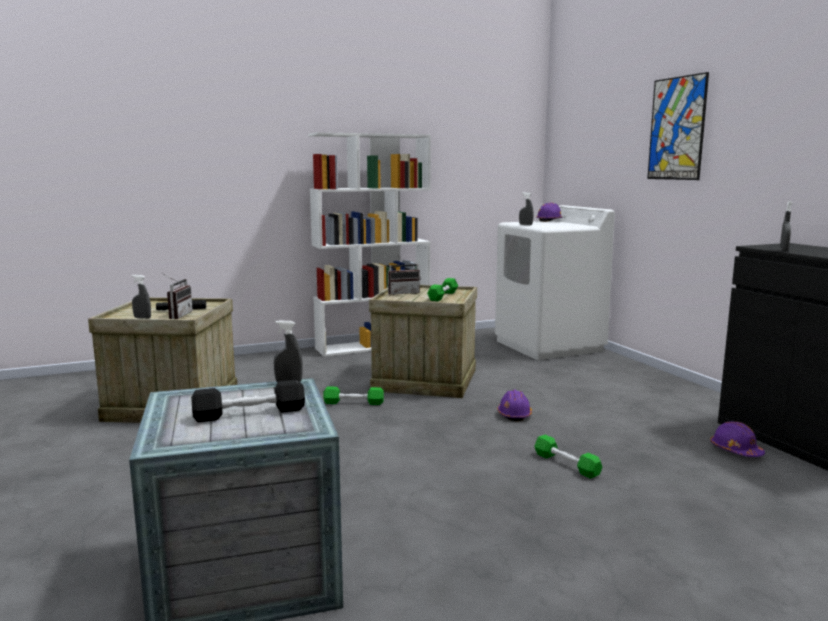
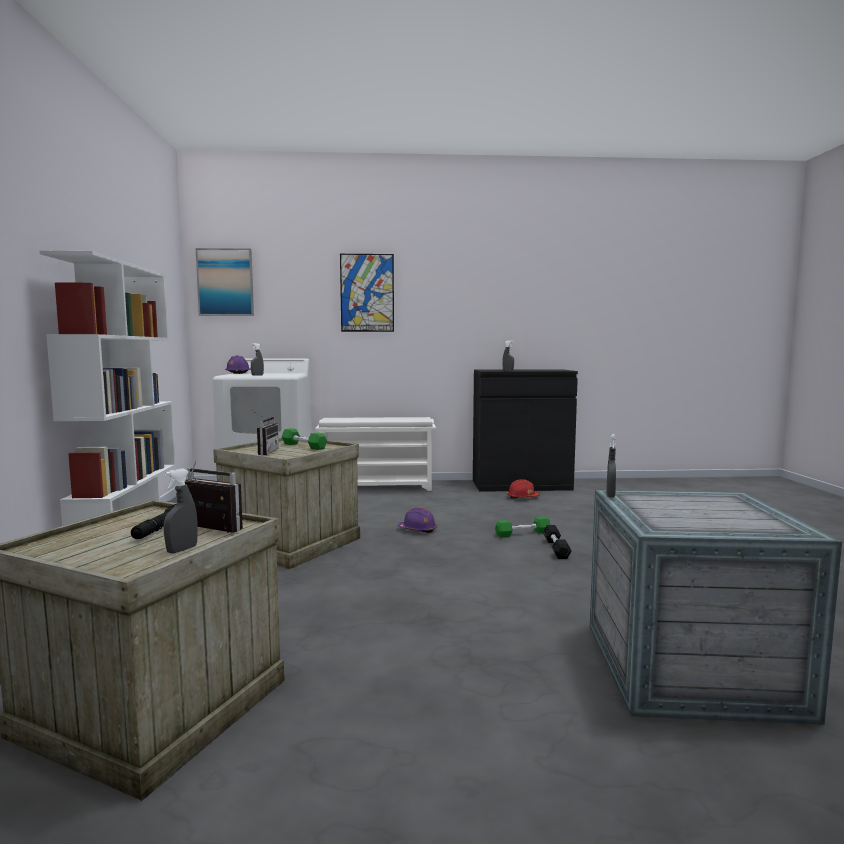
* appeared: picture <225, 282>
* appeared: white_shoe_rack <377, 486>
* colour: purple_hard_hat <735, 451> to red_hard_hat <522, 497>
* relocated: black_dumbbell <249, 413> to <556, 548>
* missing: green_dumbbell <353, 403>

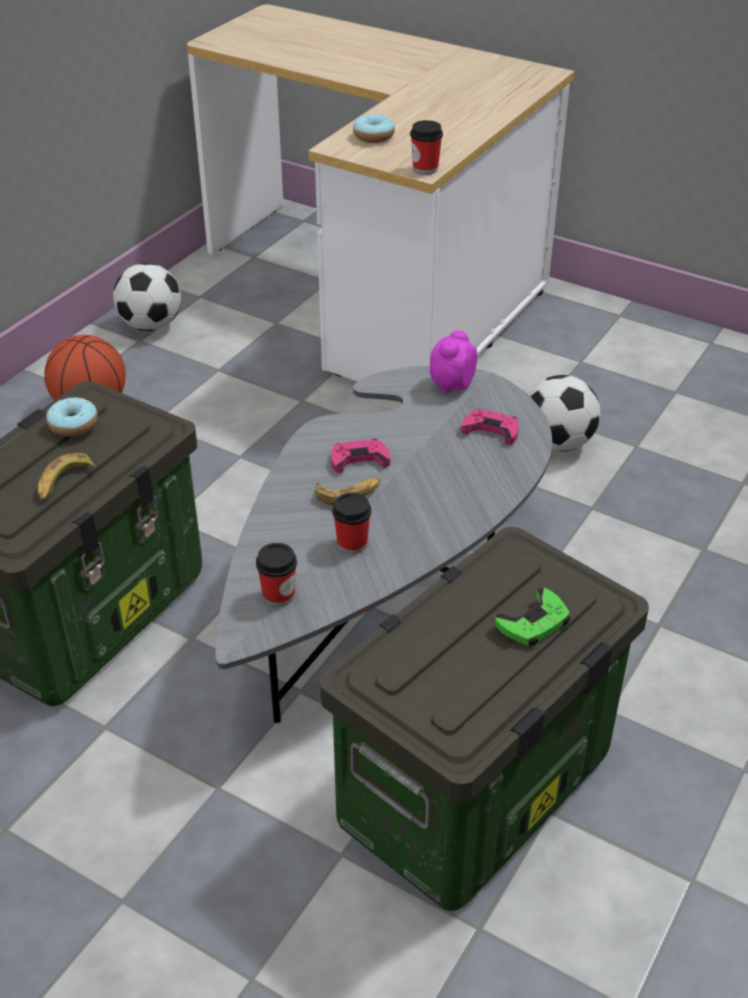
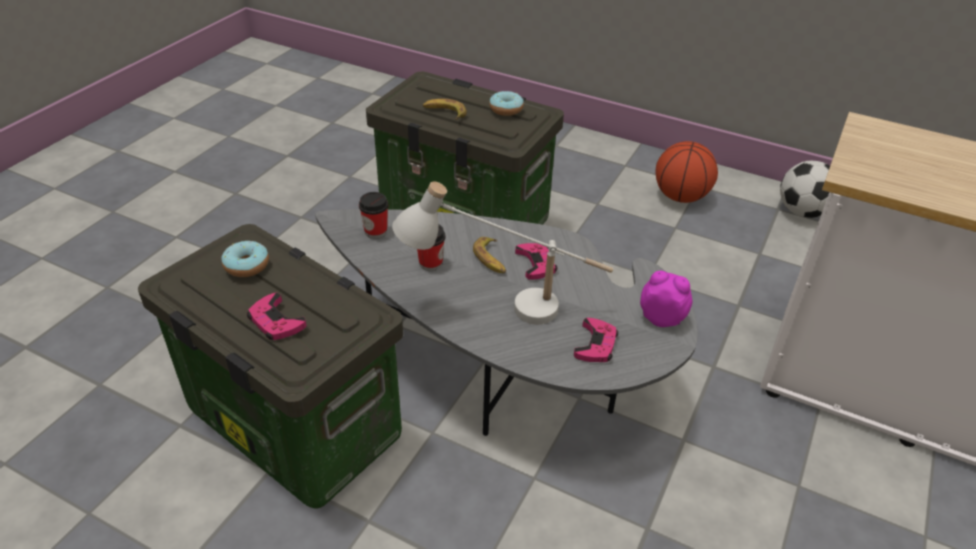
* relocated: donut <373, 136> to <246, 266>
* colour: green_game_controller <534, 623> to pink_game_controller <276, 322>
* appeared: white_table_lamp <502, 309>
* missing: cup <425, 169>
* missing: football <557, 443>

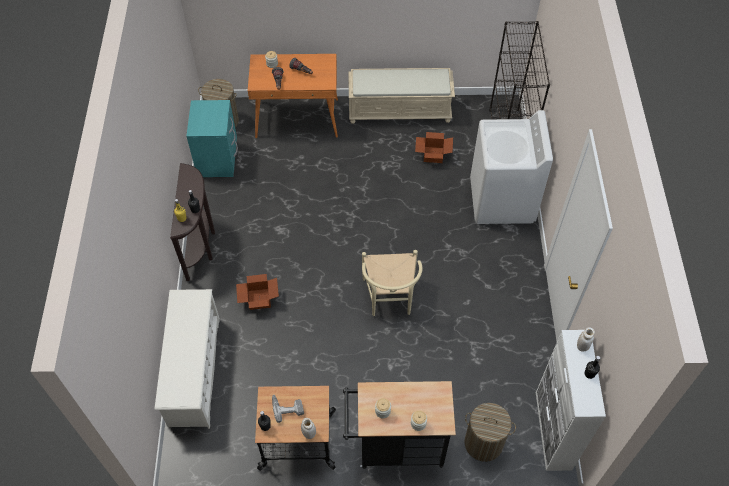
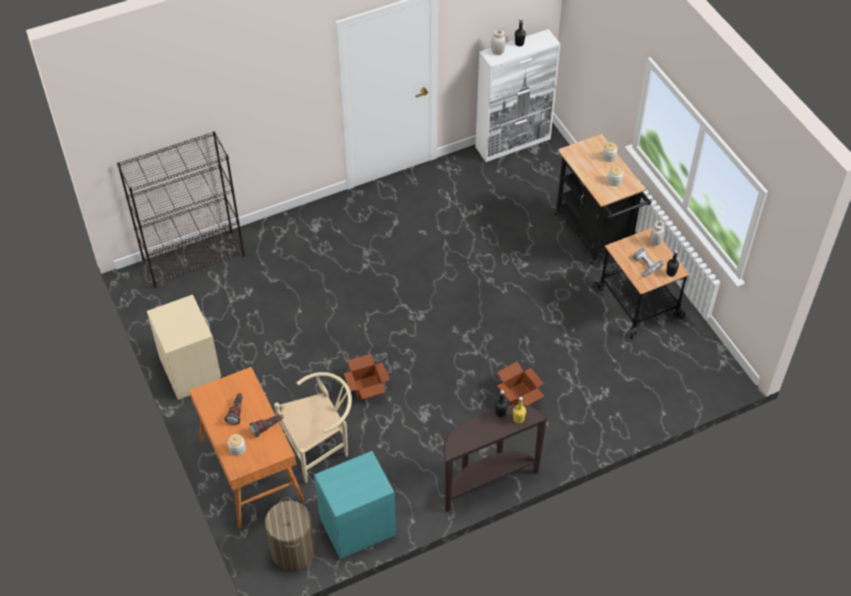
* exchanged: beige_bench <400, 110> to beige_nightstand <191, 370>
* relocated: beige_chair <390, 300> to <320, 447>
* relocated: cardboard_box <432, 154> to <366, 388>
* missing: white_shoe_rack <194, 371>
* missing: laundry_basket <483, 443>
* missing: white_washing_machine <502, 200>

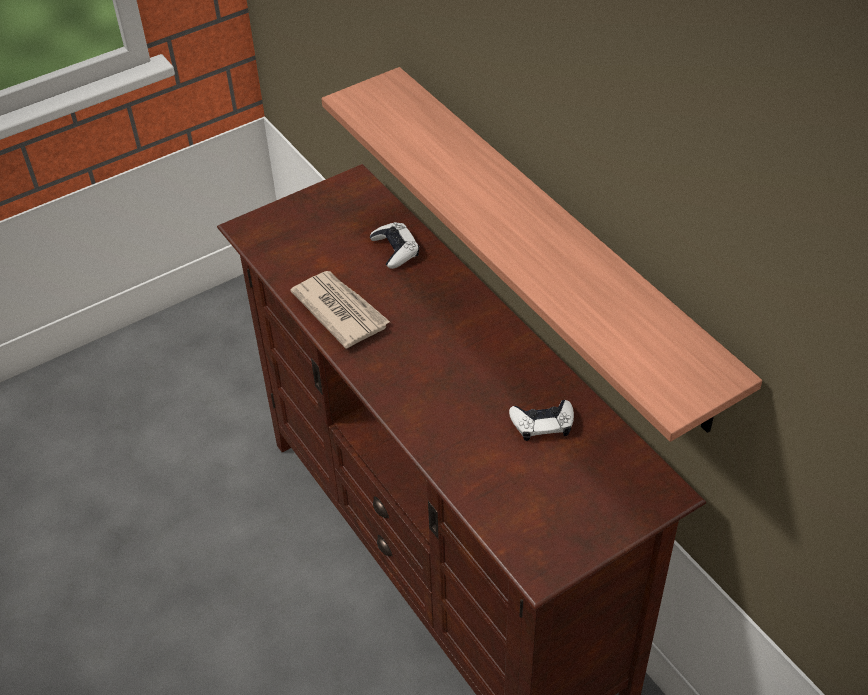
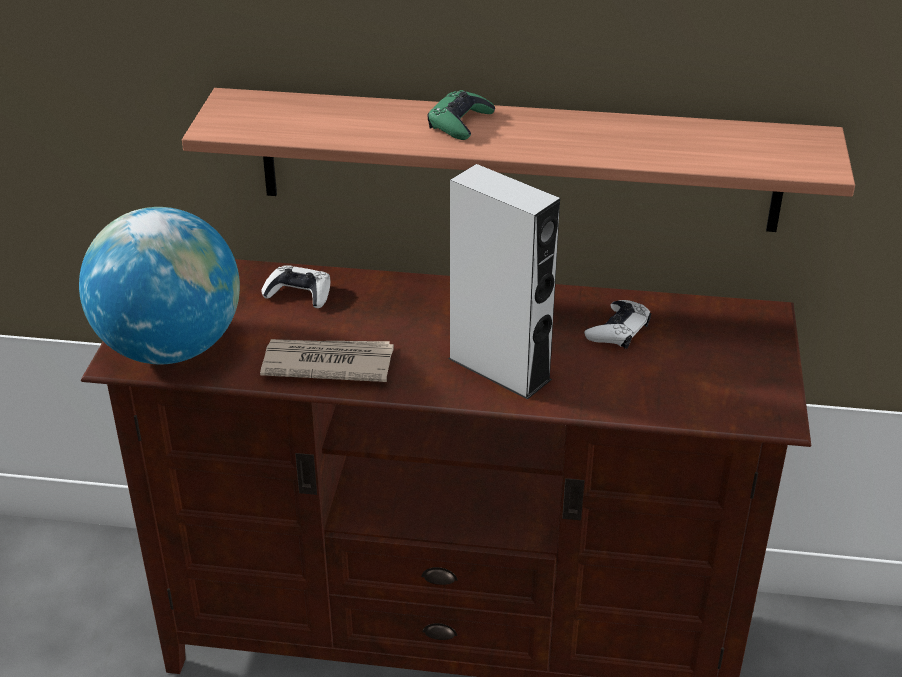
* appeared: globe <170, 348>
* appeared: green_game_controller <460, 122>
* appeared: grey_speaker <499, 369>

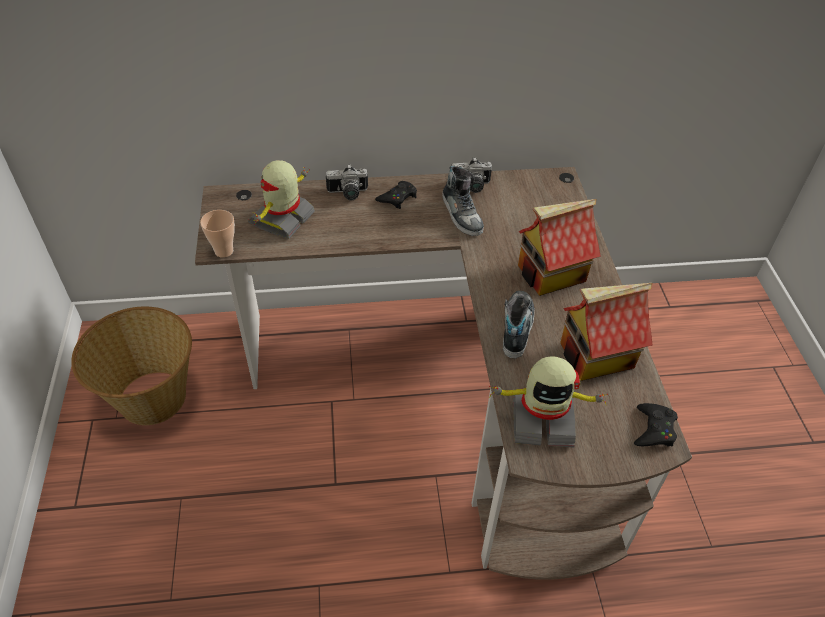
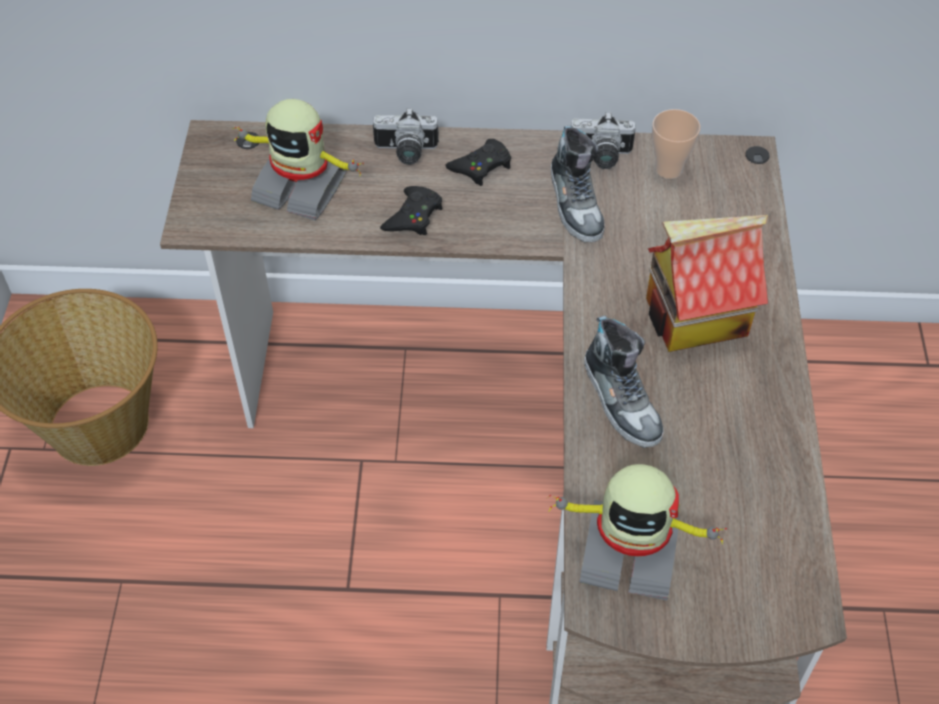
* spun: toy_robot <283, 219> = <301, 186> 105 degrees counterclockwise
* relocated: black_game_controller <654, 429> to <413, 216>
* spun: shoe <516, 327> = <622, 400> 135 degrees clockwise
* relocated: cup <224, 251> to <668, 169>
* missing: toy_house <596, 356>

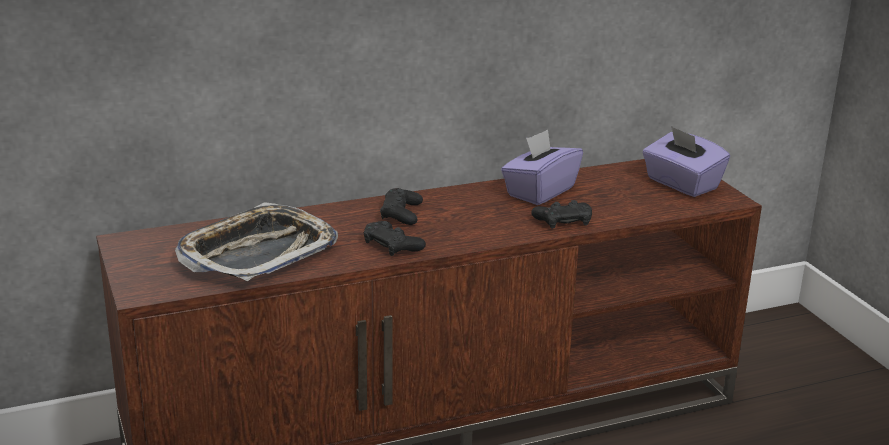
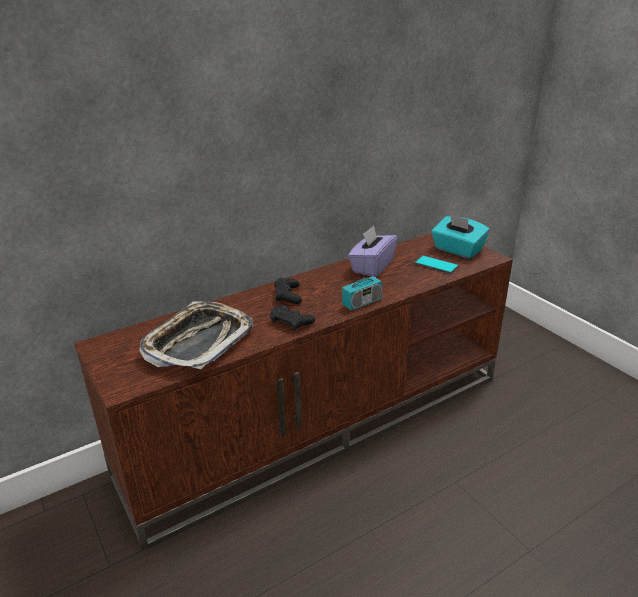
* appeared: radio <362, 302>
* appeared: phone <436, 265>
* colour: purple_tissue_box <681, 184> to turquoise_tissue_box <457, 250>
* missing: black_game_controller <563, 221>

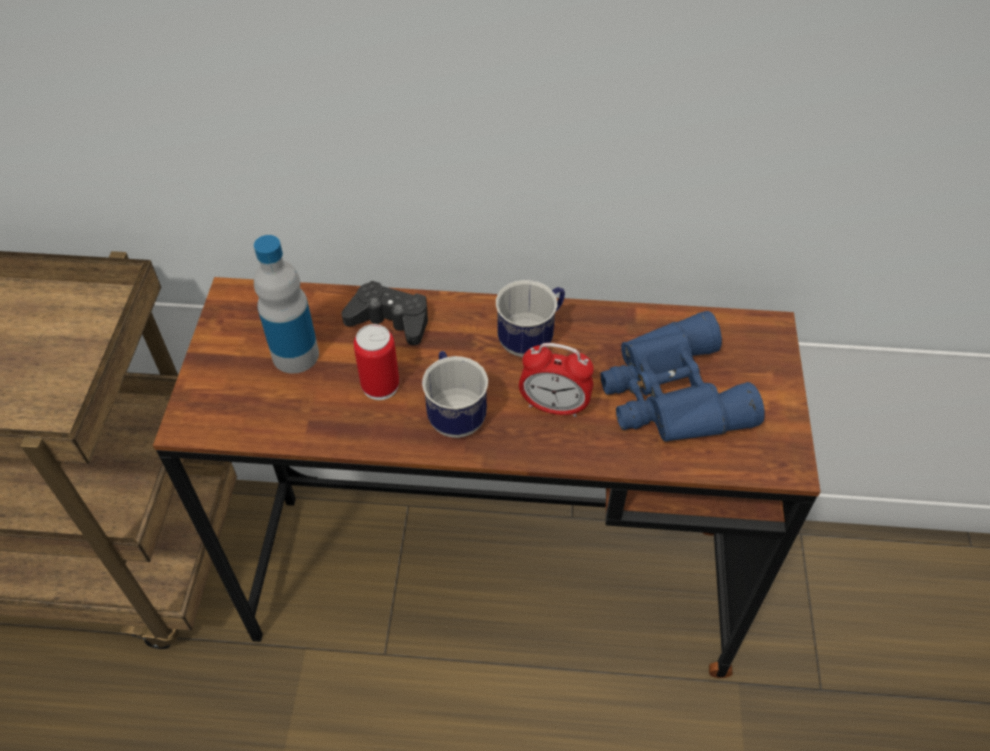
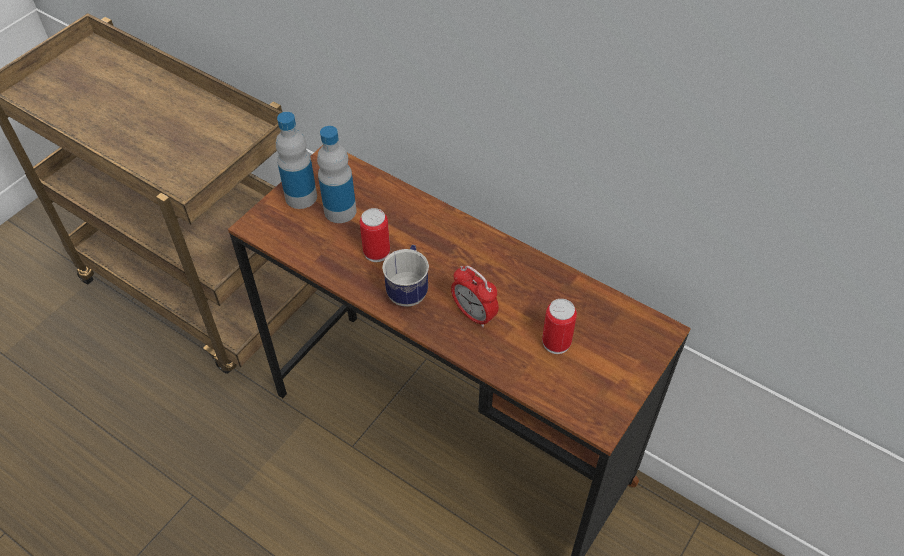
* appeared: bottle <301, 197>
* exchanged: blue_binoculars <670, 395> to can <556, 342>
* missing: black_game_controller <390, 320>
* missing: mug <531, 339>

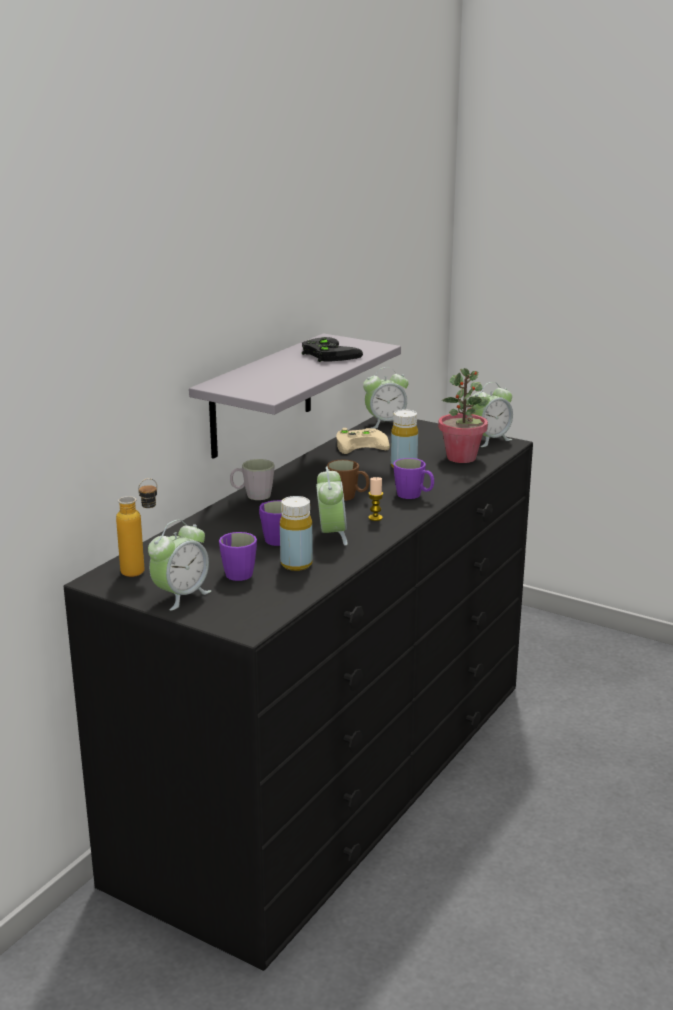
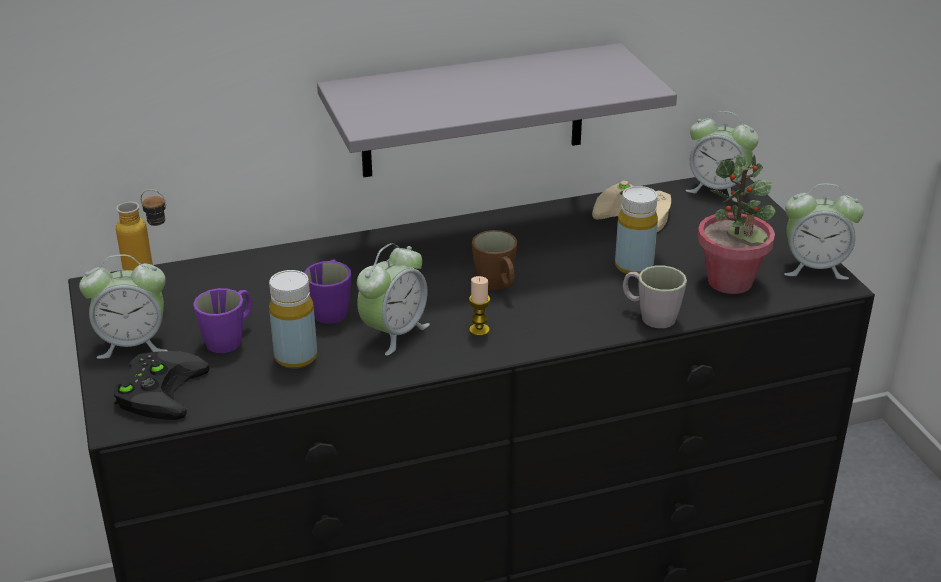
* relocated: black_game_controller <327, 354> to <158, 388>
* relocated: grey_mug <252, 496> to <650, 316>
* missing: purple_mug <414, 496>

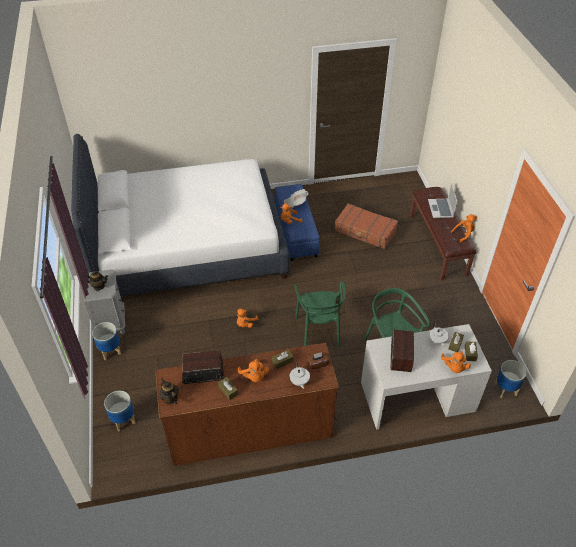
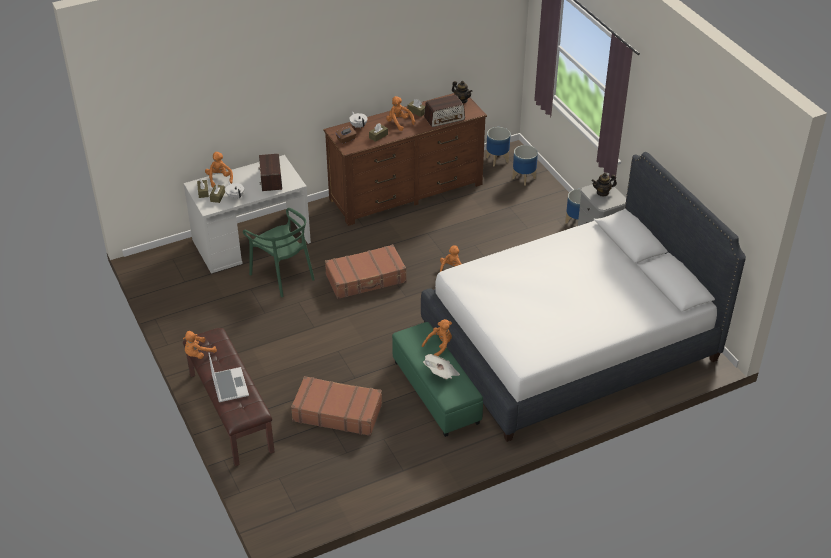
* exchanged: green_chair <319, 331> to brown_suitcase <366, 279>
* colour: blue_ottoman <295, 232> to green_ottoman <436, 392>
* relocated: planter <505, 389> to <497, 159>

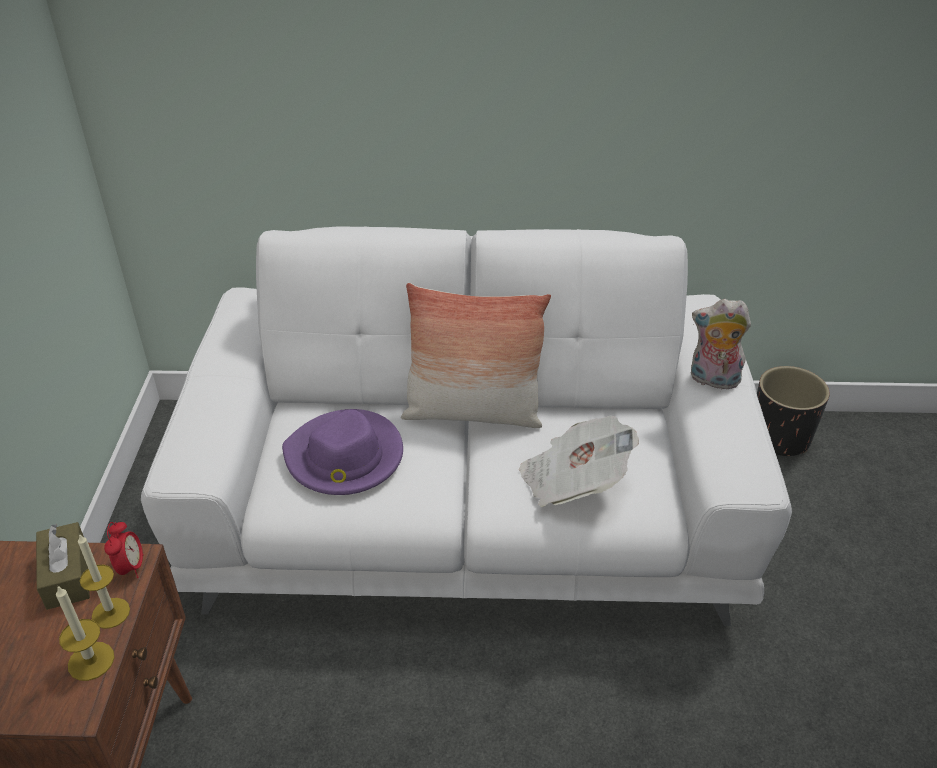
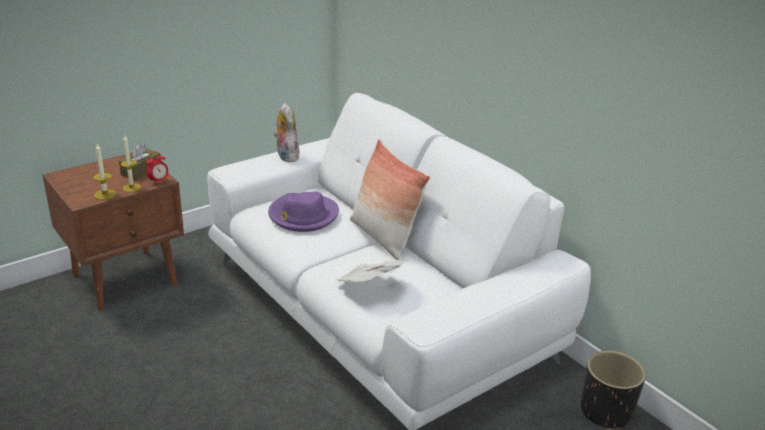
* relocated: plush_toy <712, 380> to <285, 156>

